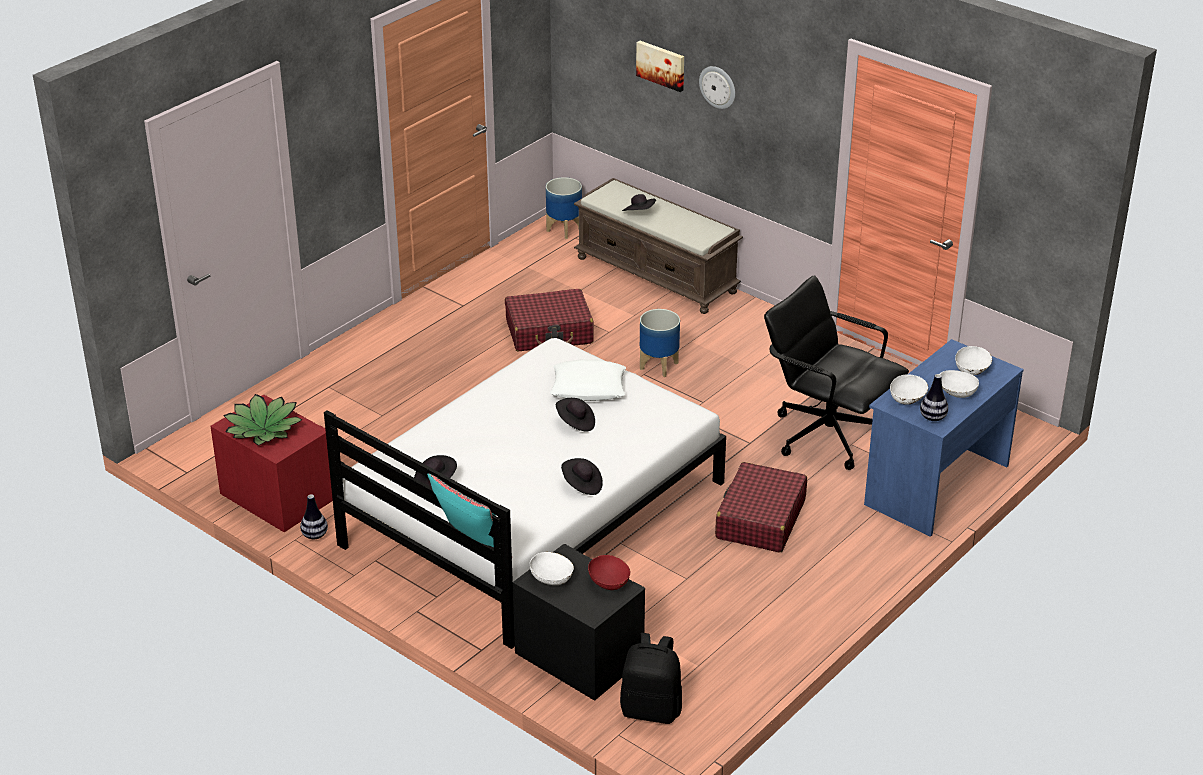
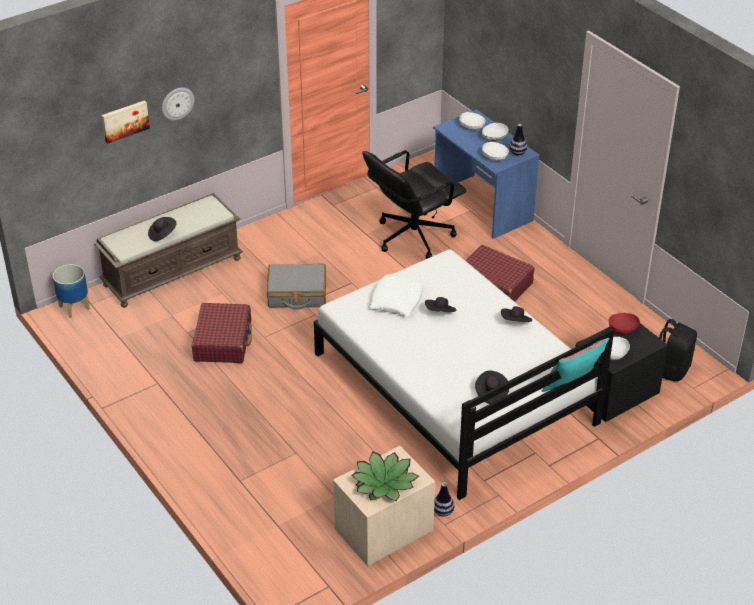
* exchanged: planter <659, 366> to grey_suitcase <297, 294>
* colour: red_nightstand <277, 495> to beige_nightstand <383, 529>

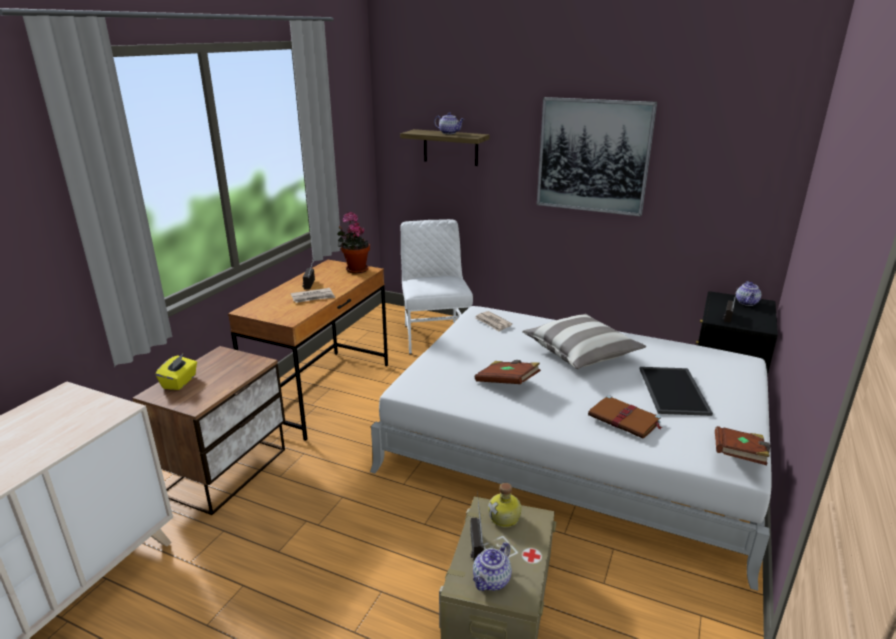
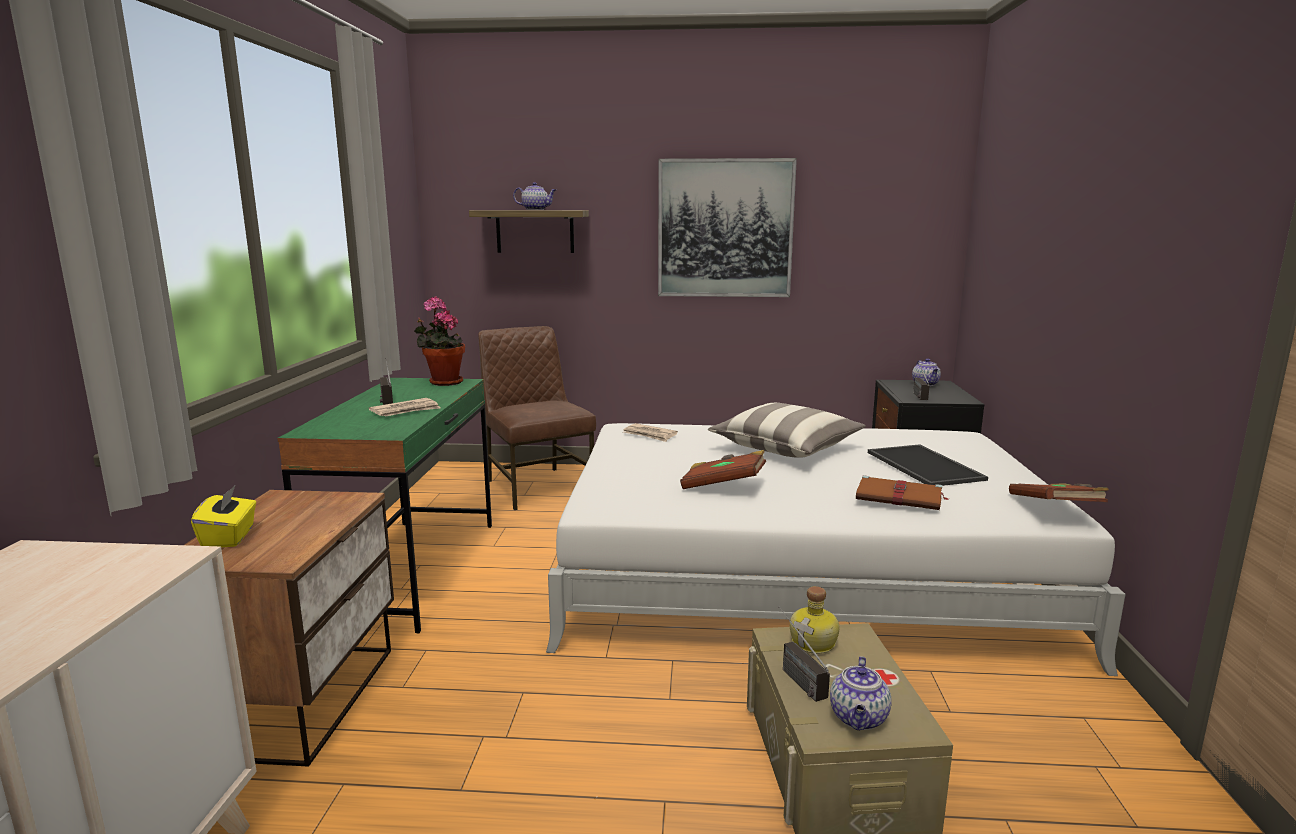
* colour: brown_desk <323, 392> to green_desk <411, 570>
* colour: white_chair <435, 336> to brown_chair <537, 487>

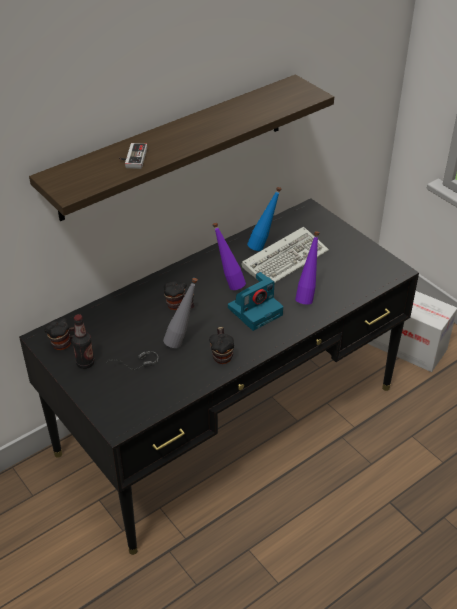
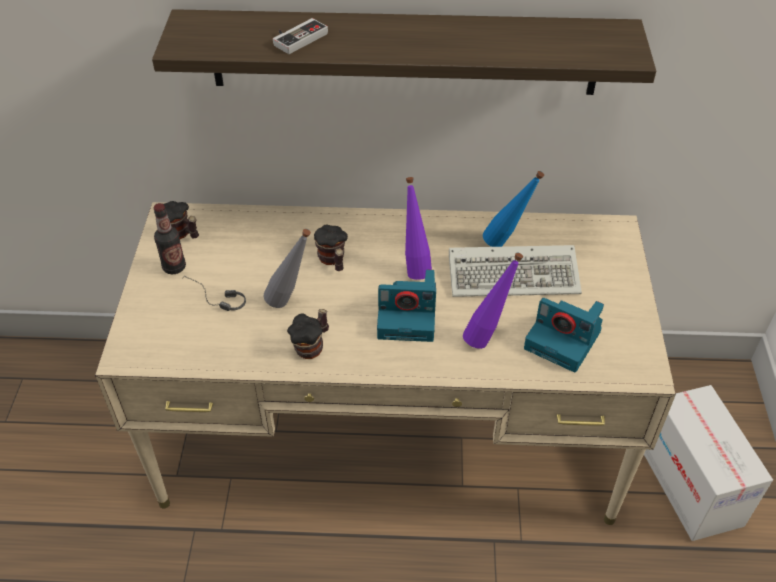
* colour: black_desk <227, 420> to beige_desk <388, 432>
* appeared: photo_camera <564, 340>

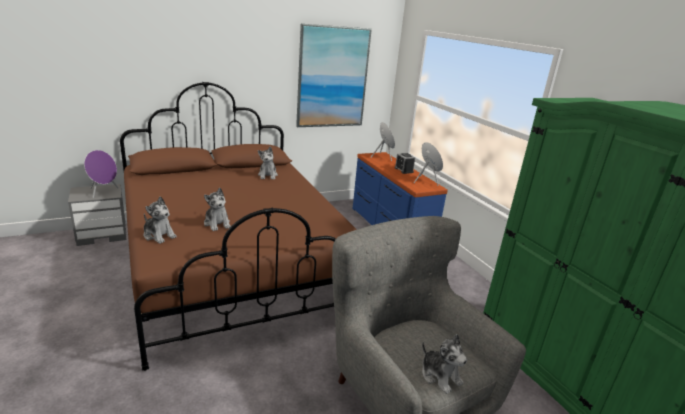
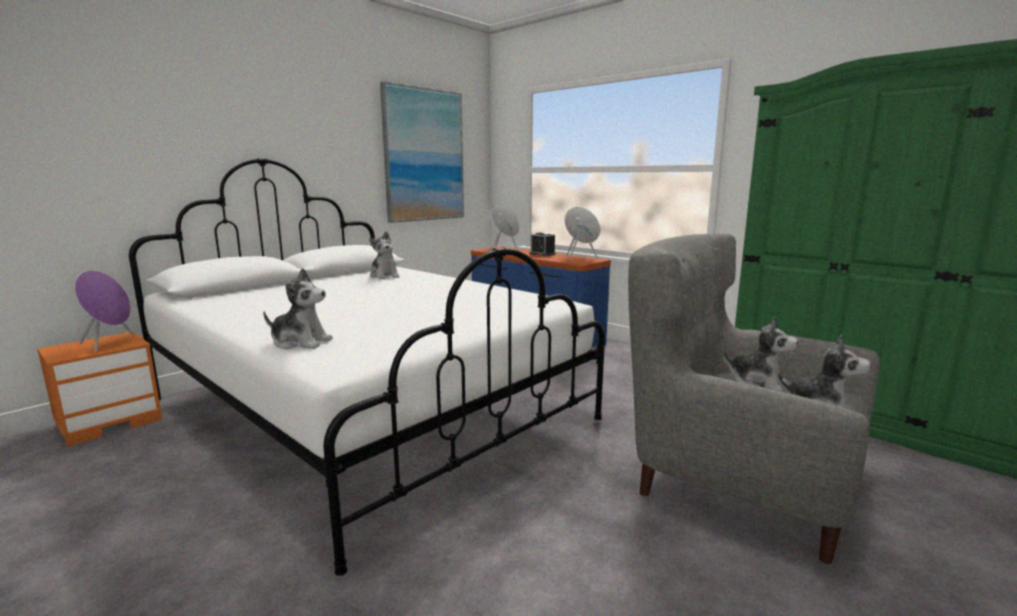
* colour: grey_nightstand <103, 234> to orange_nightstand <111, 421>
* colour: brown_bed <233, 265> to white_bed <368, 409>
* relocated: plush_toy <217, 223> to <757, 382>

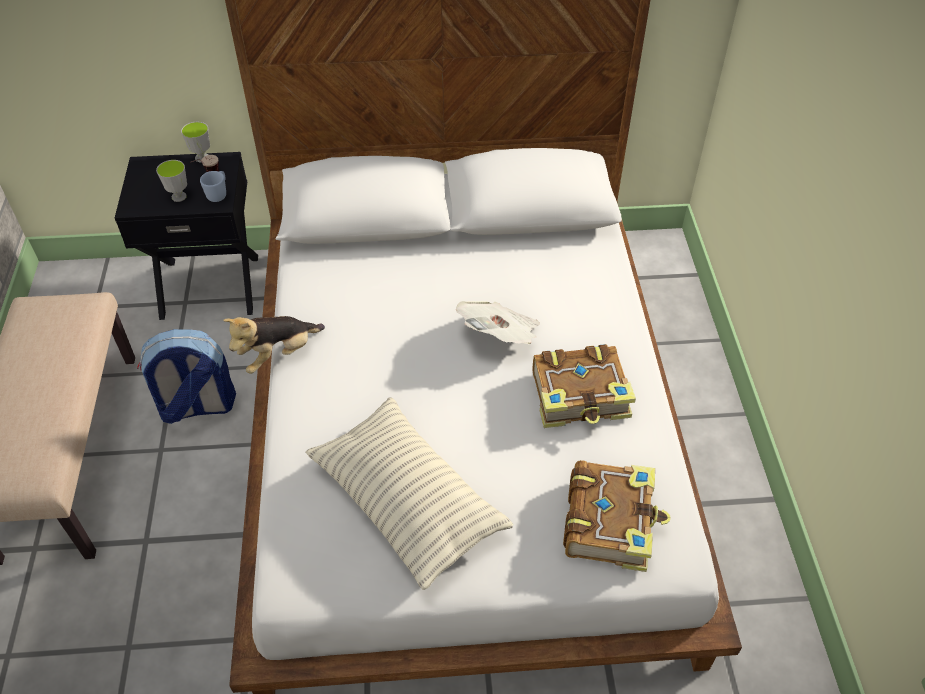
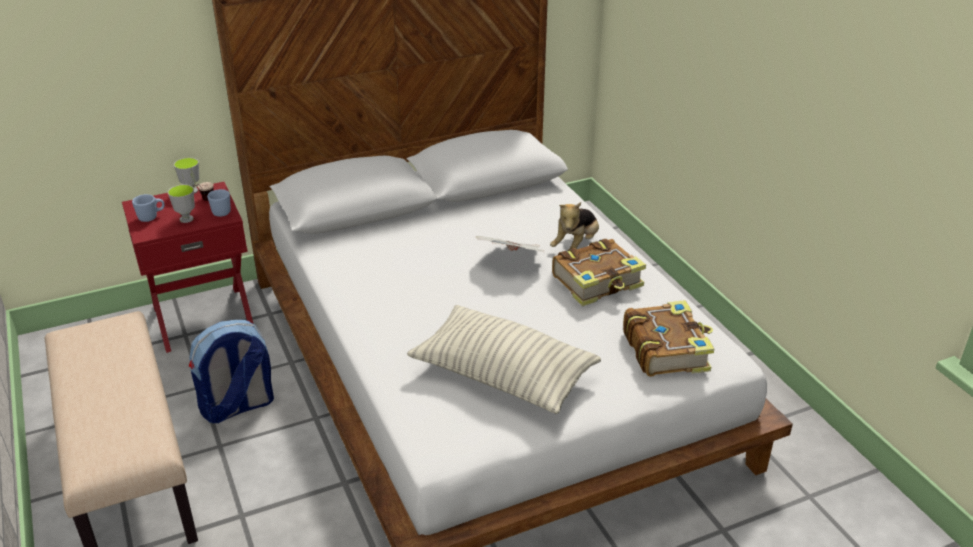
* colour: black_nightstand <210, 285> to red_nightstand <203, 317>
* appeared: blue_mug <151, 217>
* relocated: plush_toy <278, 354> to <576, 245>

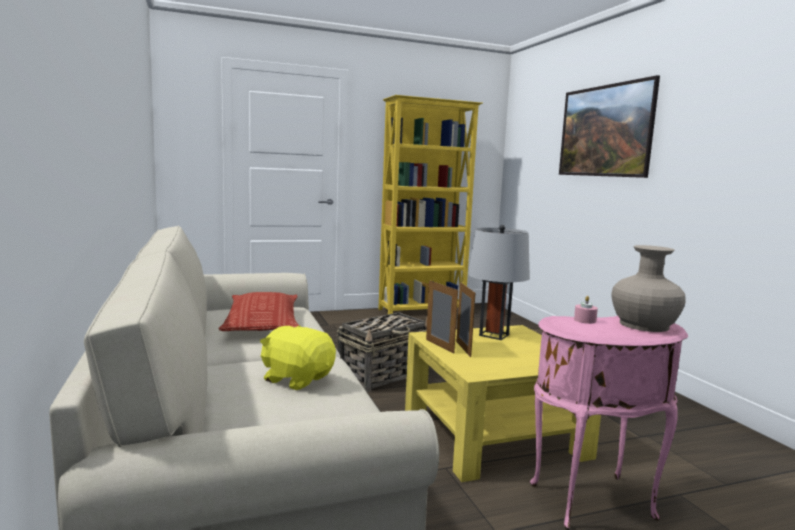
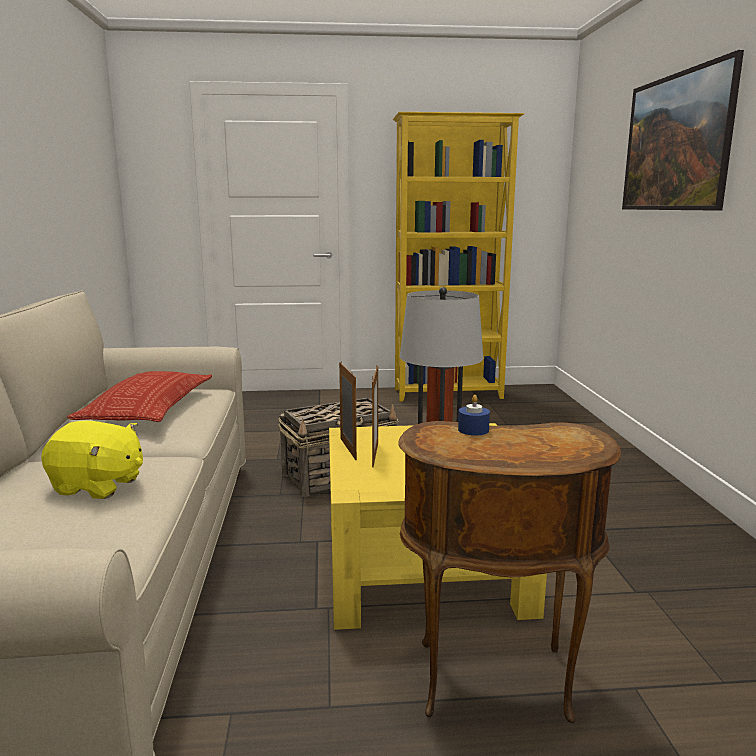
* spun: yellow_plush_toy <297, 379> = <98, 486> 150 degrees clockwise
* colour: pink_side_table <594, 504> to brown_side_table <494, 684>
* colour: pink_candle <585, 320> to blue_candle <473, 430>
* missing: beige_vase <644, 325>

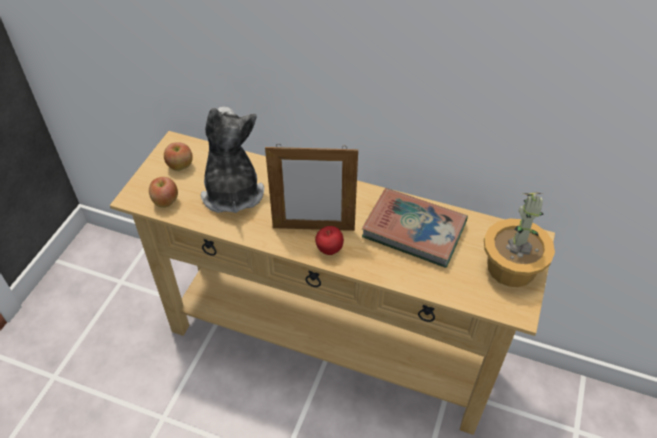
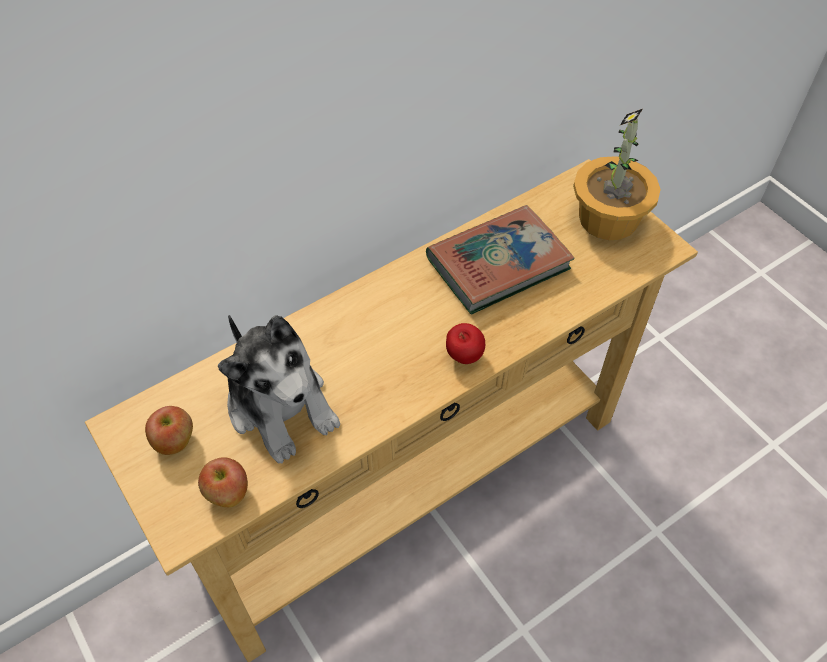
* spun: plush_toy <232, 192> = <281, 405> 150 degrees counterclockwise
* missing: picture_frame <313, 228>

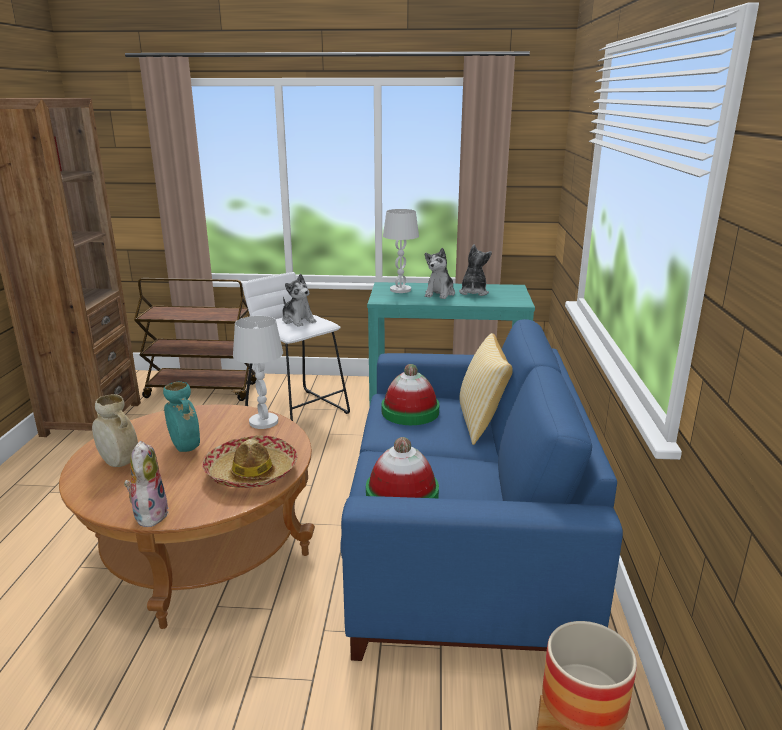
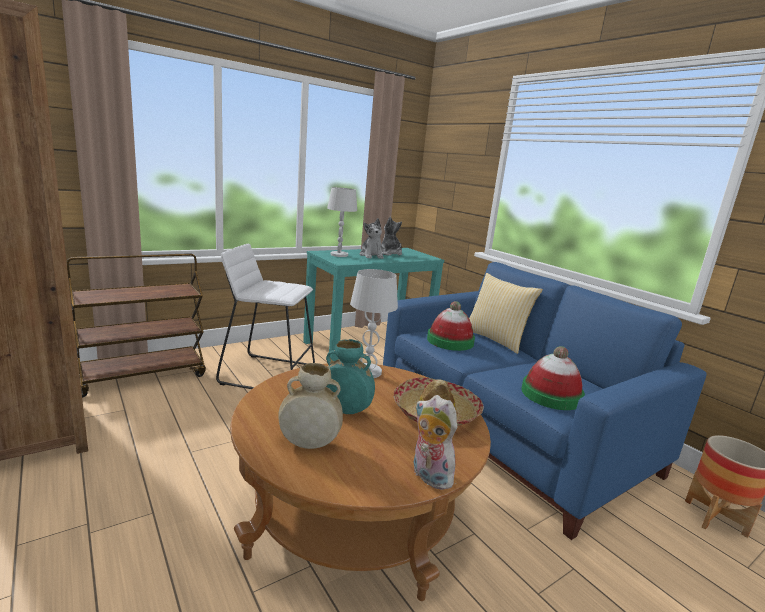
* missing: plush_toy <298, 320>

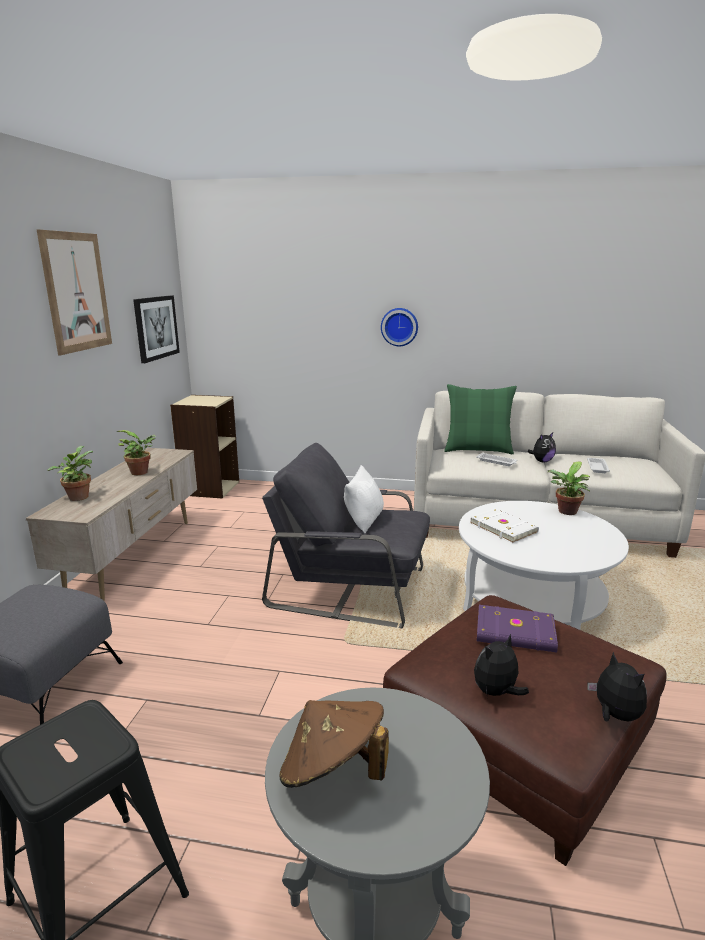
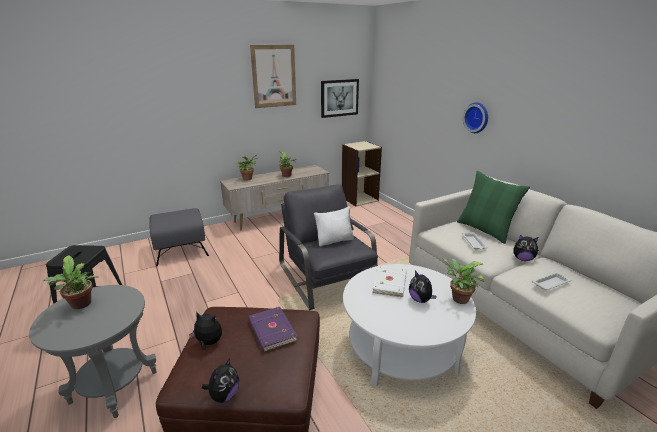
* exchanged: brown_hat <333, 771> to potted_plant <81, 305>
* appeared: plush_toy <420, 300>

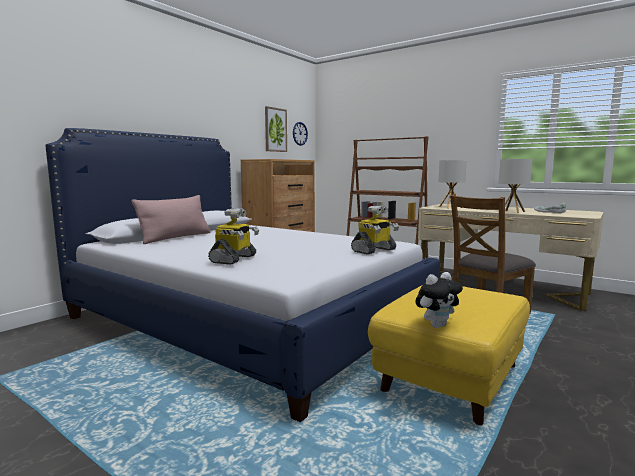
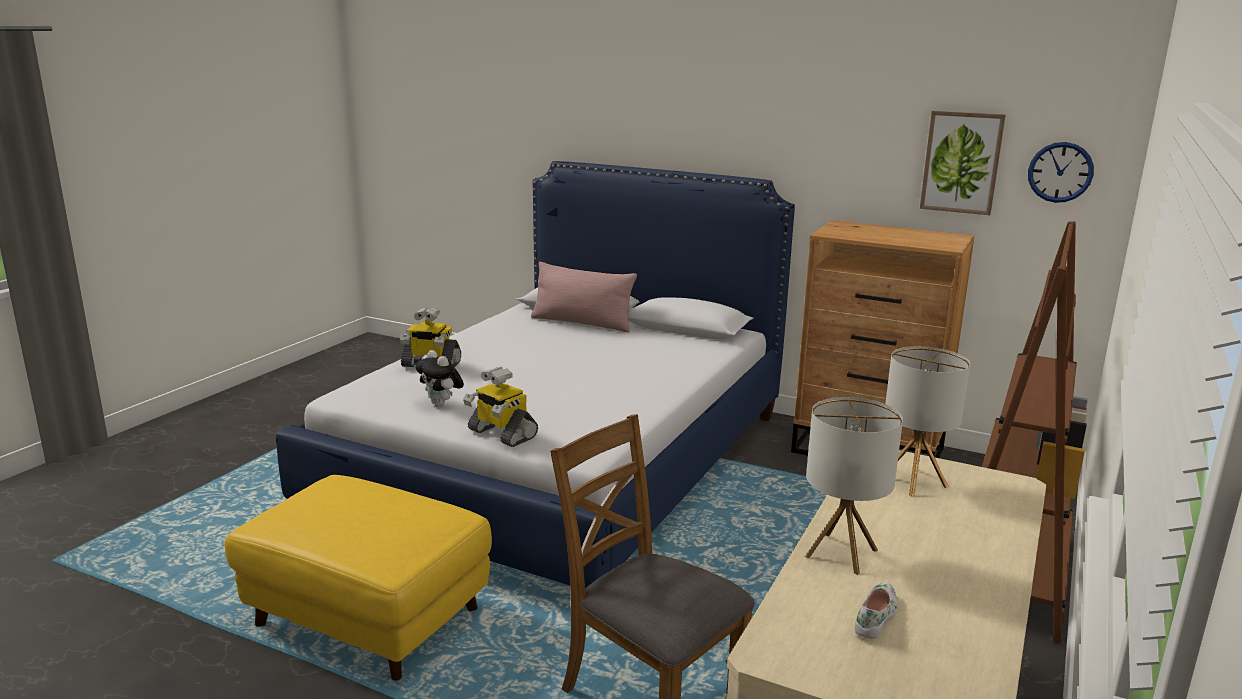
* relocated: plush_toy <437, 325> to <441, 404>

